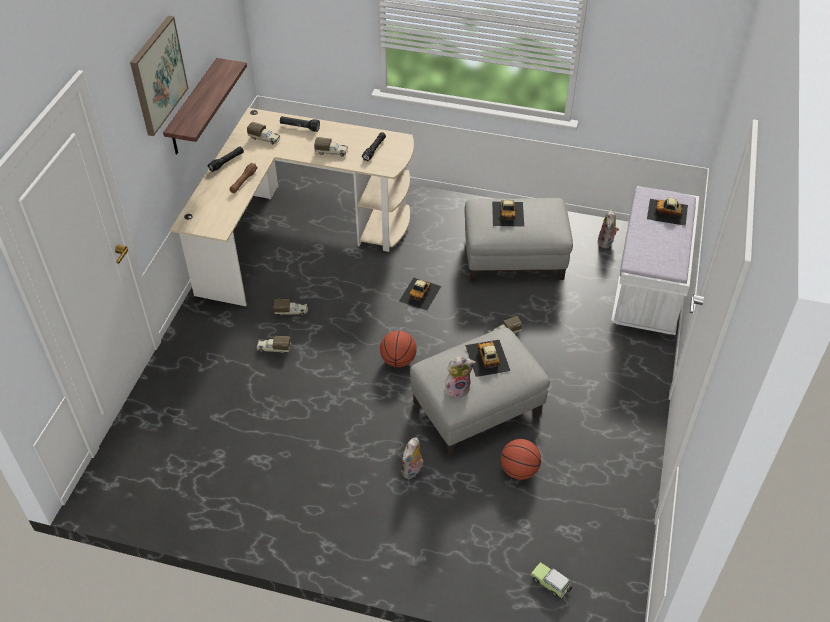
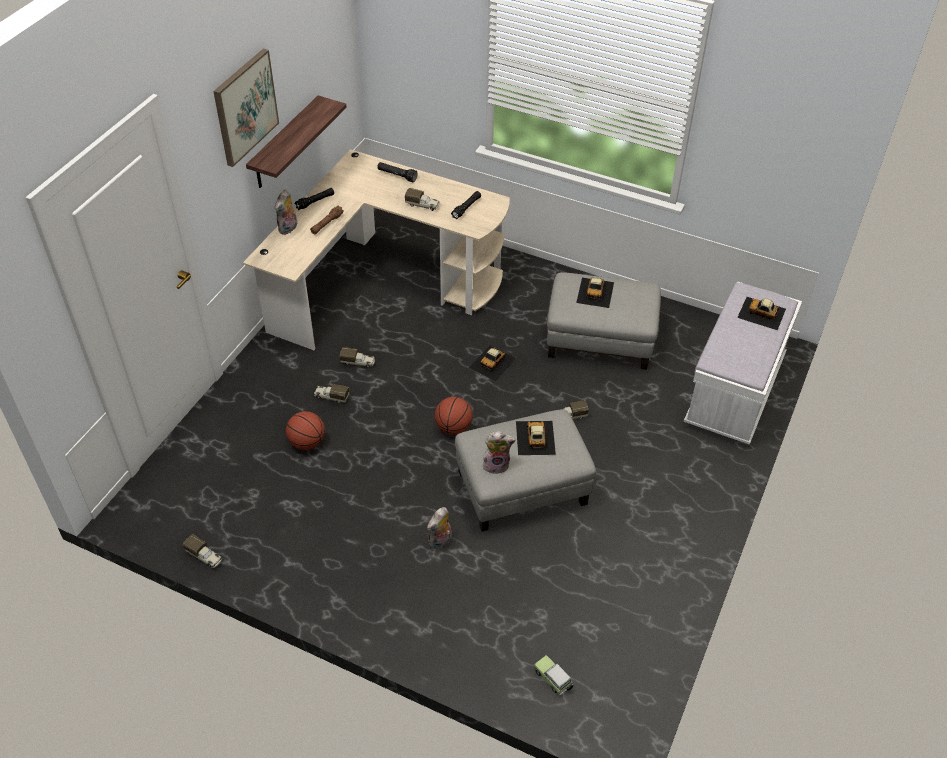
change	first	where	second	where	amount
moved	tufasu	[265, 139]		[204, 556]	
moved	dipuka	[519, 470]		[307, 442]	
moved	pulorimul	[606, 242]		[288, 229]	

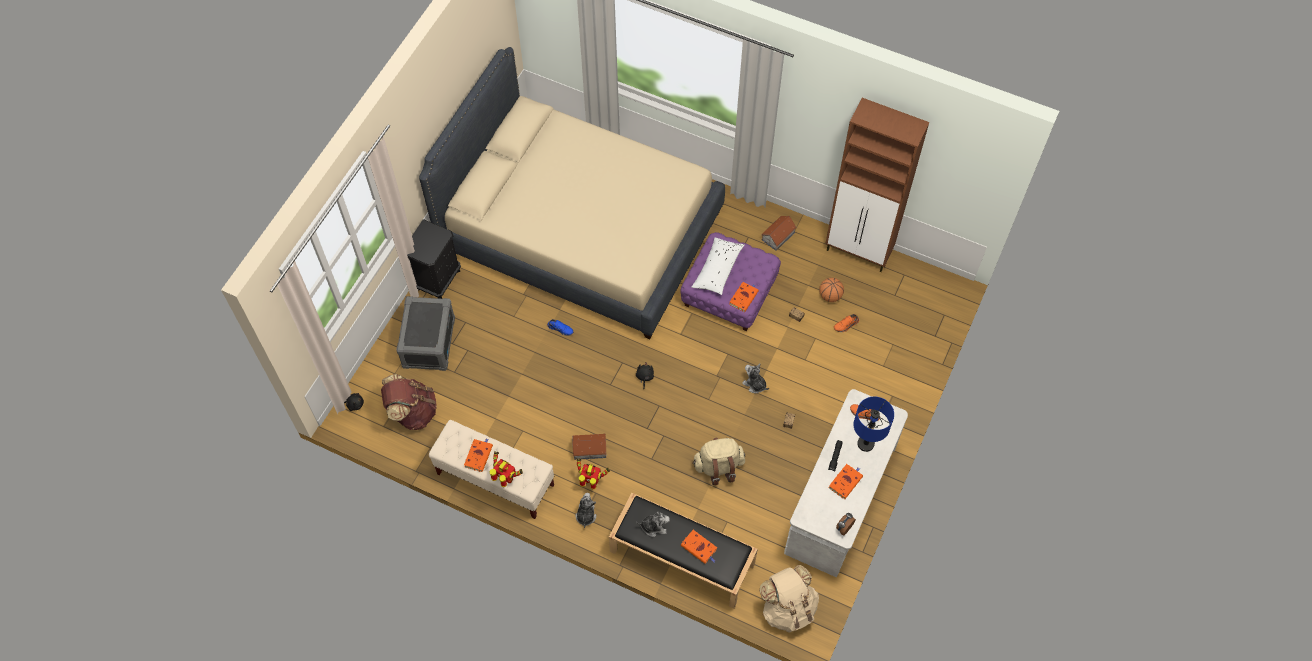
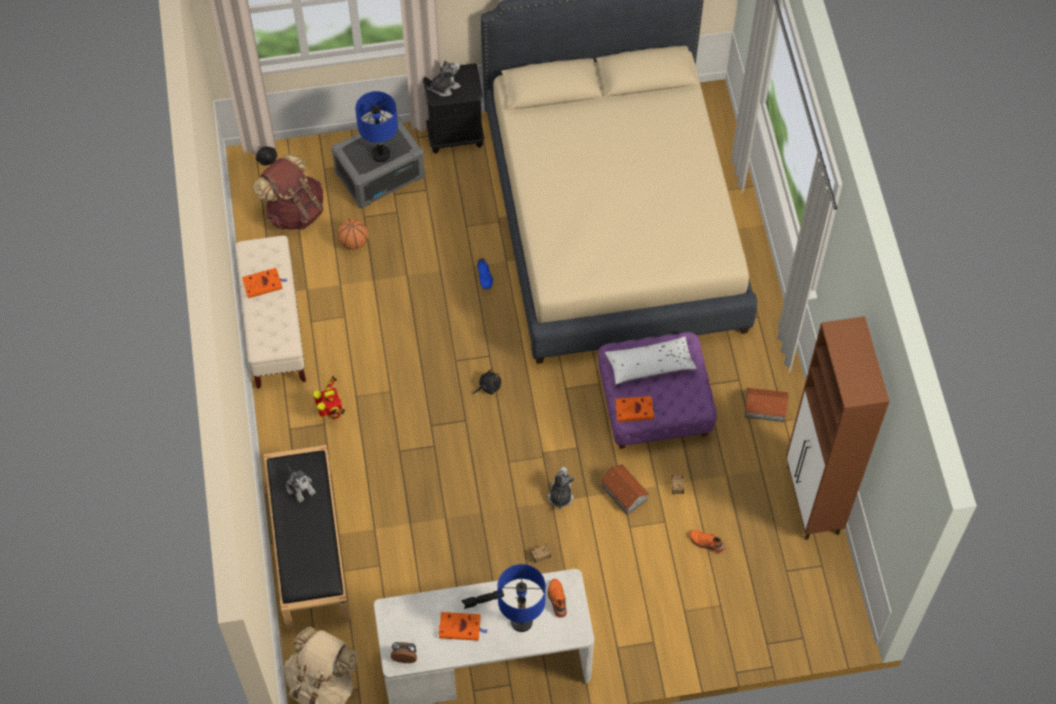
change	first	where	second	where	amount
removed	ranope	[506, 479]			
removed	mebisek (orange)	[699, 548]			
removed	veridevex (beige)	[718, 467]			
added			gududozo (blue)	[381, 154]	
moved	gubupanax	[590, 449]		[624, 493]	
moved	pulorimul	[585, 515]		[444, 86]	
moved	dipuka	[830, 296]		[354, 242]	

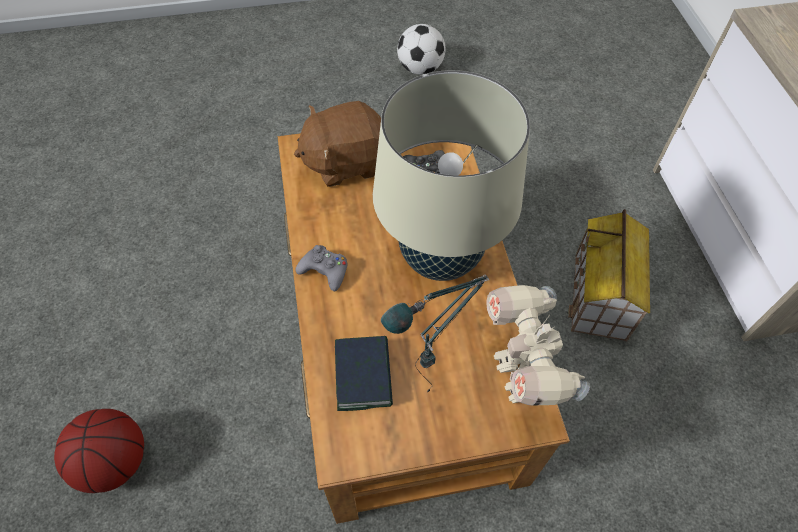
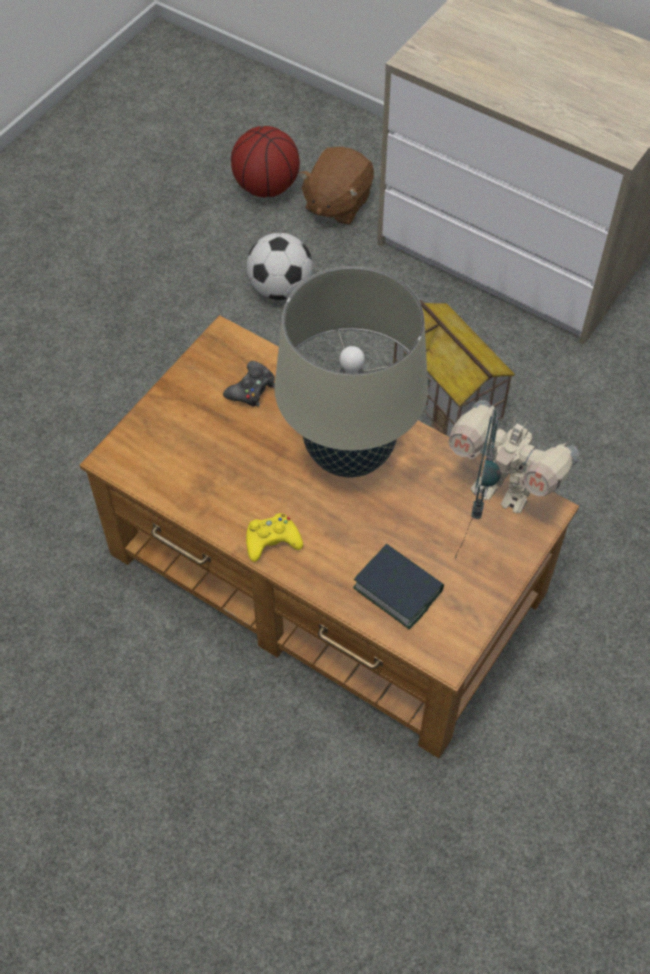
change	first	where	second	where	amount
moved	dipuka	[114, 462]		[266, 187]	
moved	pulorimul (brown)	[345, 162]		[337, 203]	
moved	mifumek	[420, 68]		[280, 288]	
recoloured	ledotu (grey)	[325, 271]	ledotu (yellow)	[272, 541]	

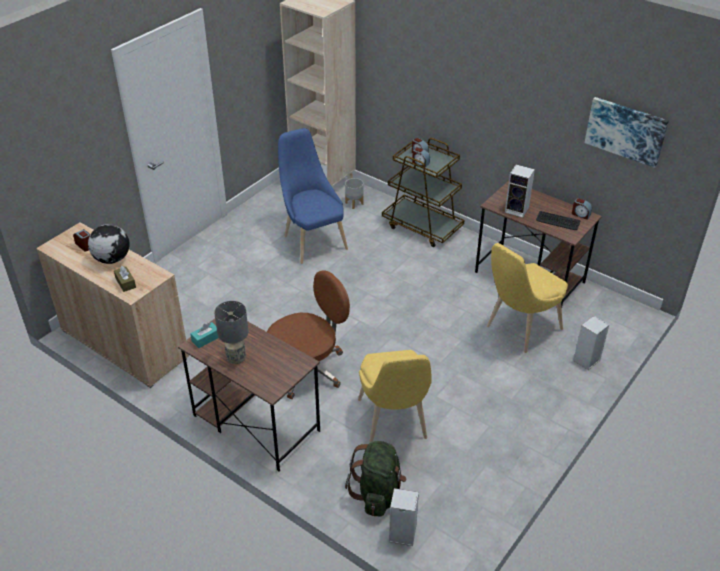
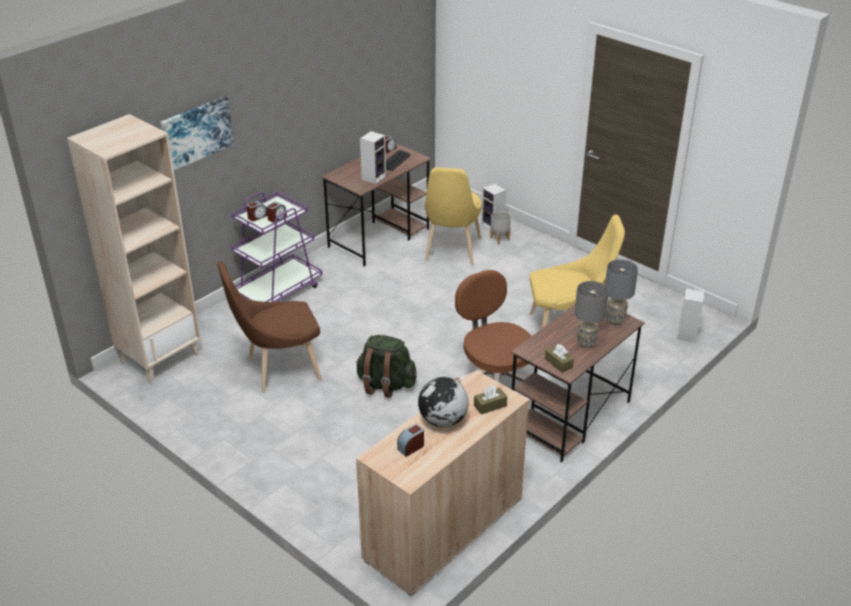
change	first	where	second	where	amount
added			gududozo (grey)	[615, 320]	
moved	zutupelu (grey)	[354, 203]		[499, 238]	
moved	veridevex (green)	[378, 493]		[385, 385]	
moved	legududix	[626, 131]		[196, 132]	
recoloured	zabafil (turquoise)	[206, 339]	zabafil (brown)	[558, 363]	
recoloured	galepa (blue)	[312, 240]	galepa (brown)	[278, 370]	
recoloured	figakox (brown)	[422, 227]	figakox (purple)	[278, 291]	
turned	galepa (yellow)	[519, 329]		[451, 252]	45 degrees clockwise

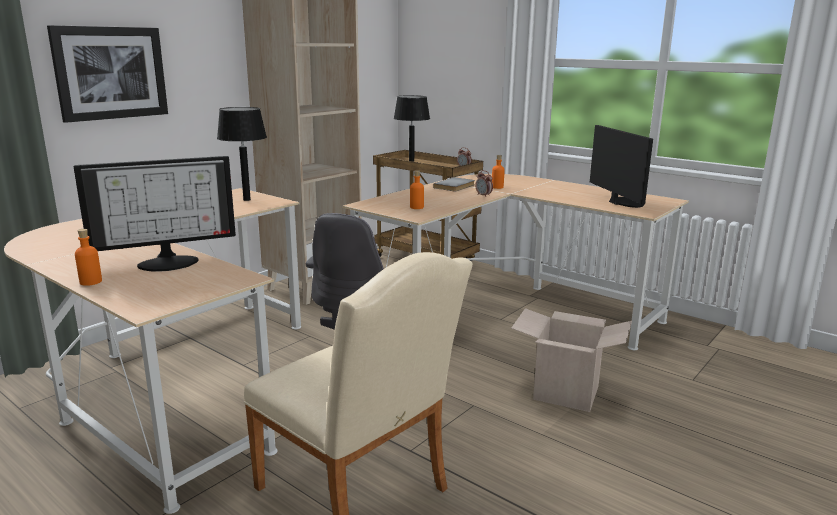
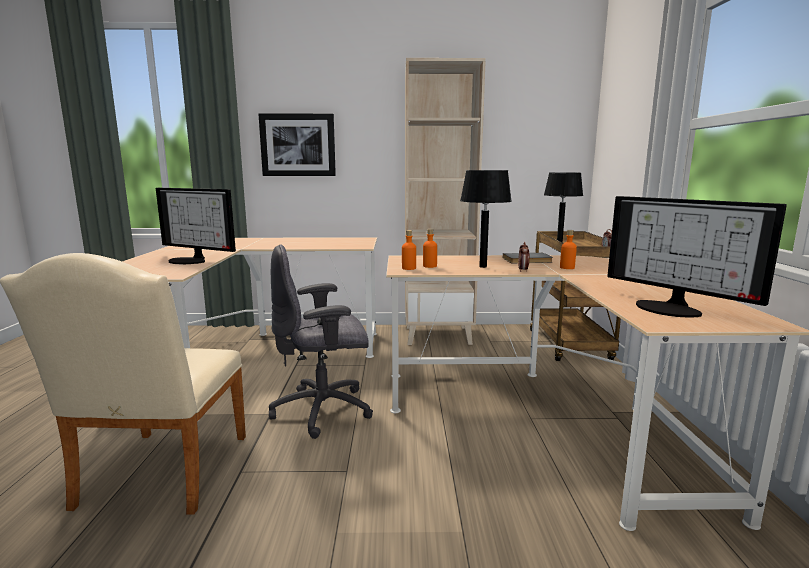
change	first	where	second	where	amount
removed	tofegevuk	[566, 393]			
moved	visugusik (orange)	[91, 282]		[409, 268]	
moved	gududozo (black)	[247, 200]		[482, 266]	
turned	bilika	[622, 202]		[671, 308]	105 degrees clockwise

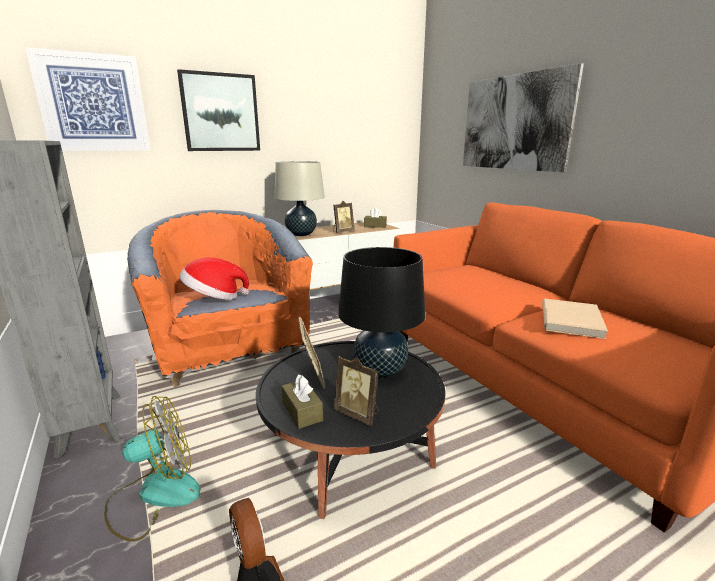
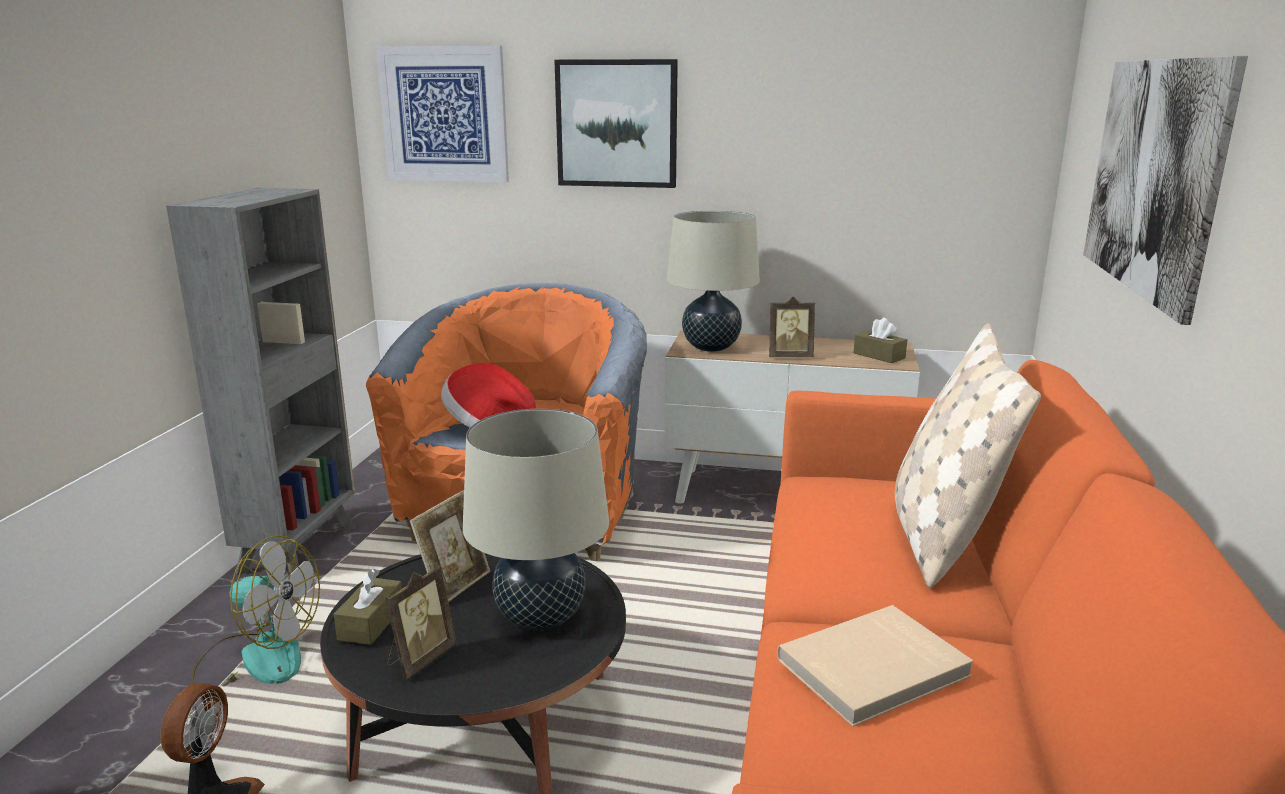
change	first	where	second	where	amount
added			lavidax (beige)	[941, 535]	
recoloured	gududozo (black)	[380, 371]	gududozo (beige)	[540, 617]	
turned	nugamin	[358, 414]		[420, 658]	135 degrees counterclockwise

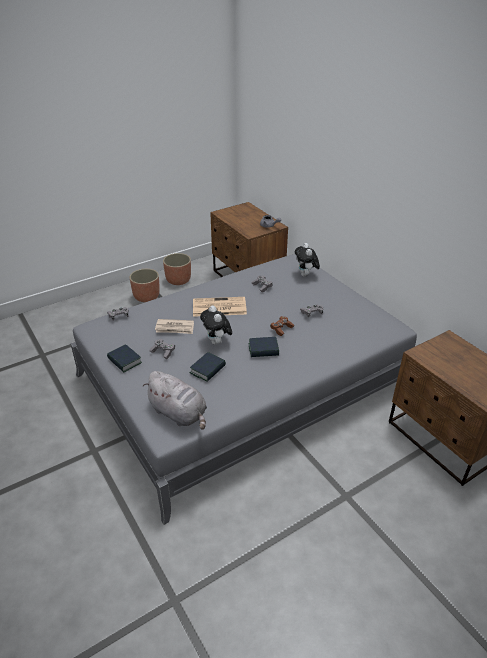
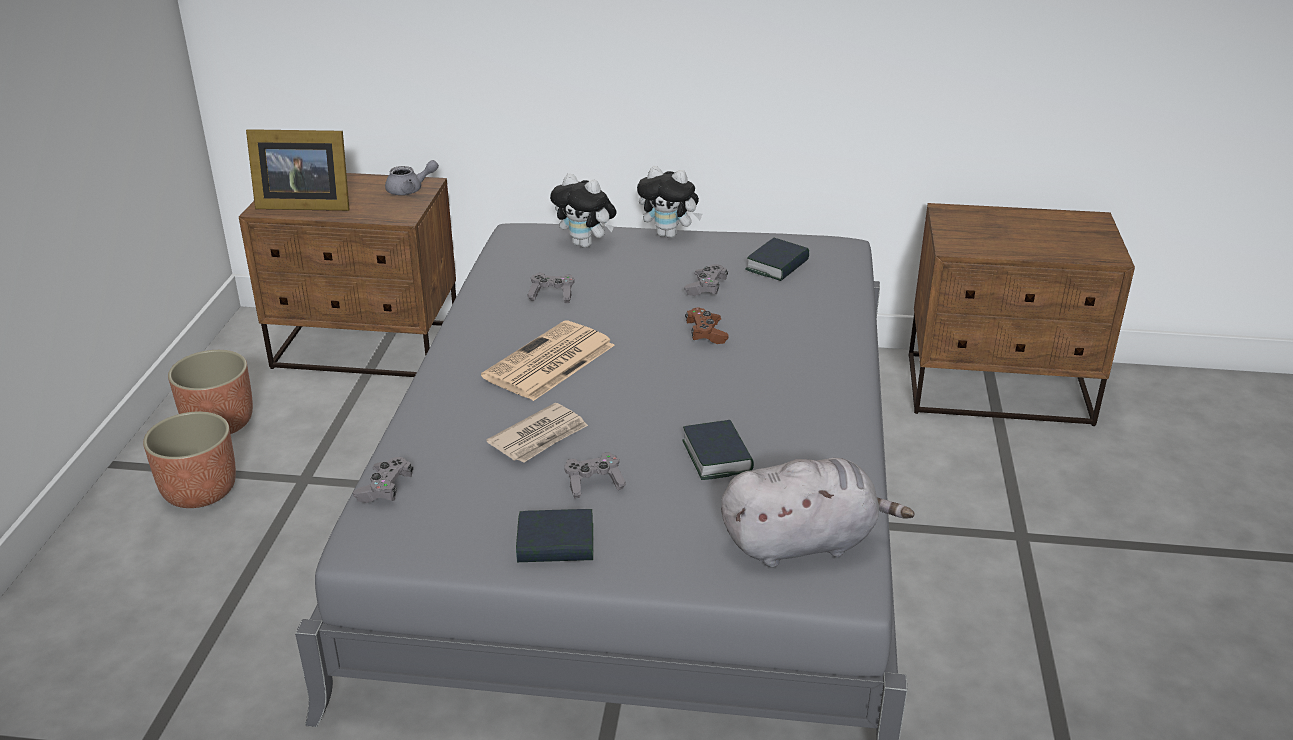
change	first	where	second	where	amount
added			nugamin	[302, 204]	
moved	pulorimul	[217, 342]		[669, 234]	
moved	mebisek	[263, 350]		[777, 265]	

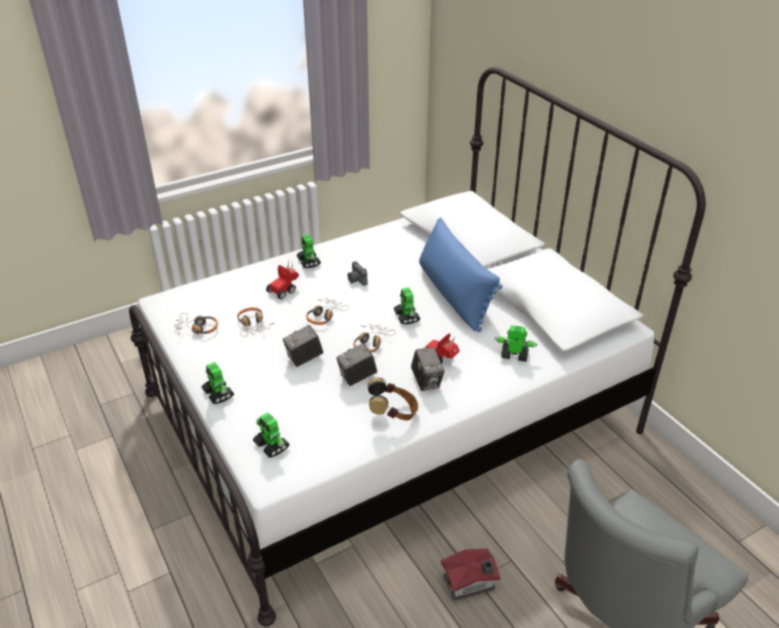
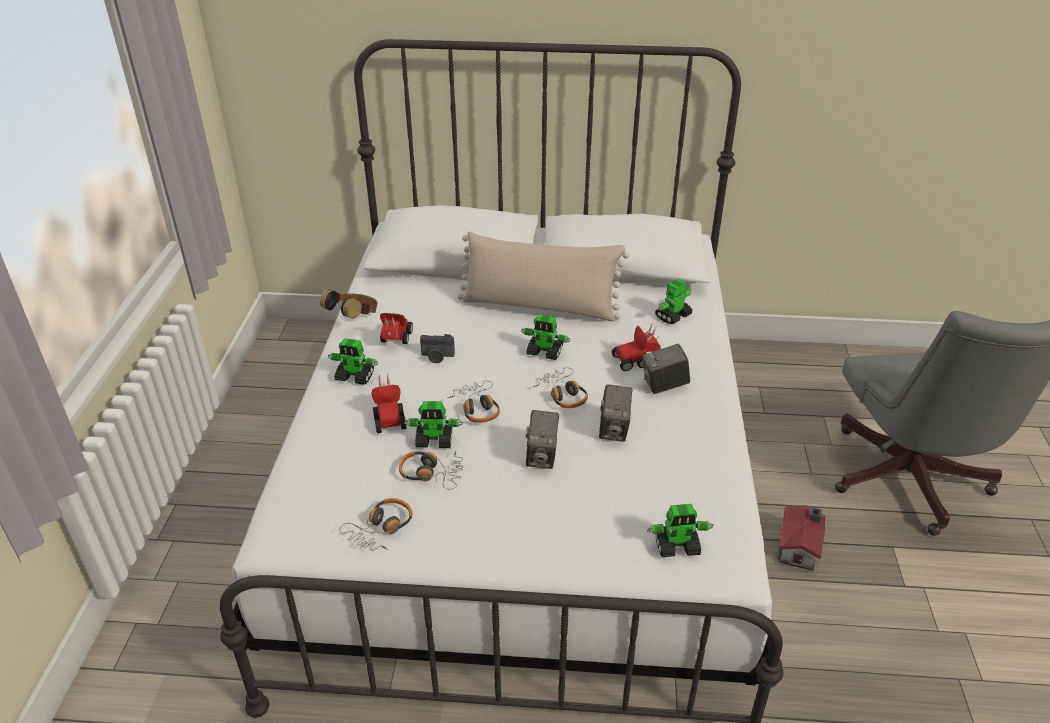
change	first	where	second	where	amount
added			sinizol	[395, 340]	
moved	ranope	[218, 394]		[435, 440]	
moved	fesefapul	[393, 413]		[354, 319]	
recoloured	lavidax (blue)	[453, 294]	lavidax (beige)	[540, 306]	
turned	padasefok	[426, 381]		[664, 385]	150 degrees clockwise

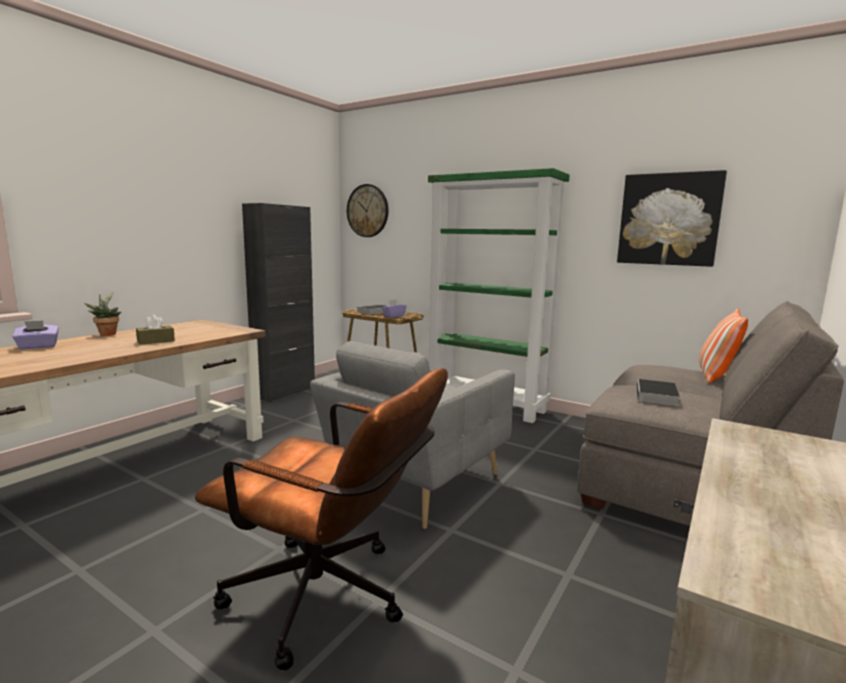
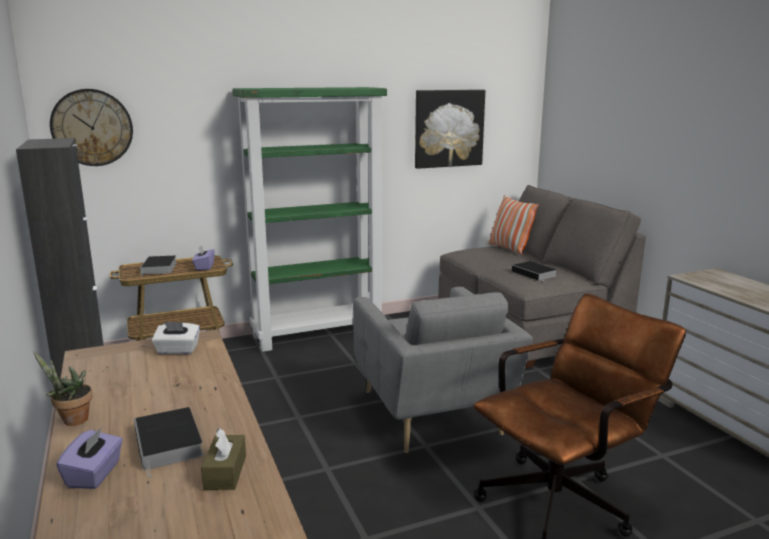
change	first	where	second	where	amount
added			mebisek	[169, 444]	
added			zabafil (white)	[177, 350]	
moved	zabafil (brown)	[156, 341]		[225, 472]	

